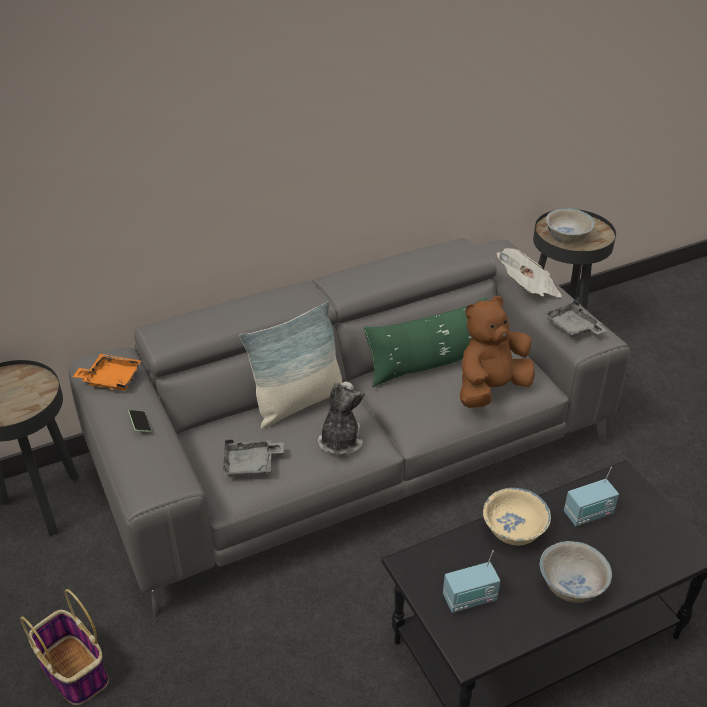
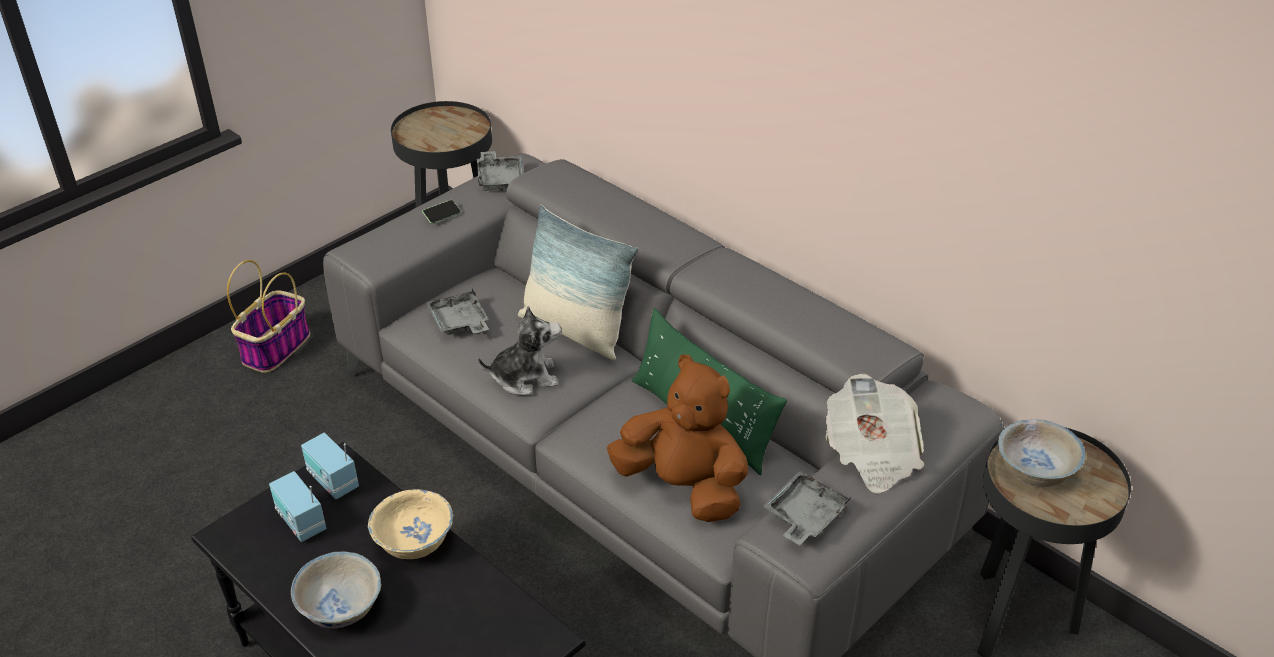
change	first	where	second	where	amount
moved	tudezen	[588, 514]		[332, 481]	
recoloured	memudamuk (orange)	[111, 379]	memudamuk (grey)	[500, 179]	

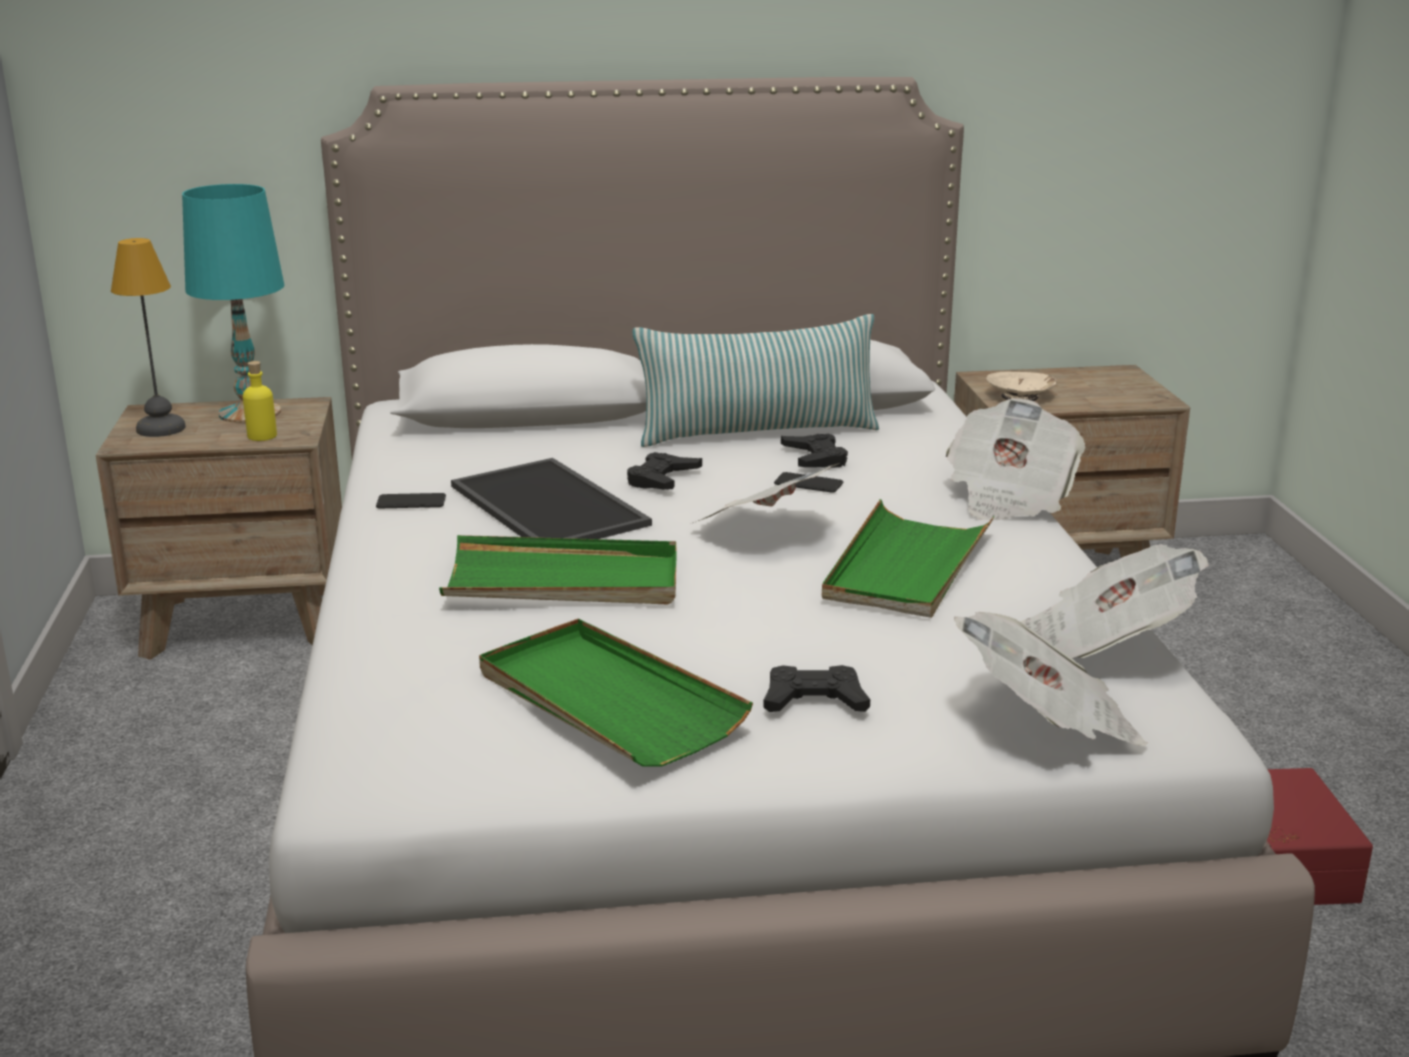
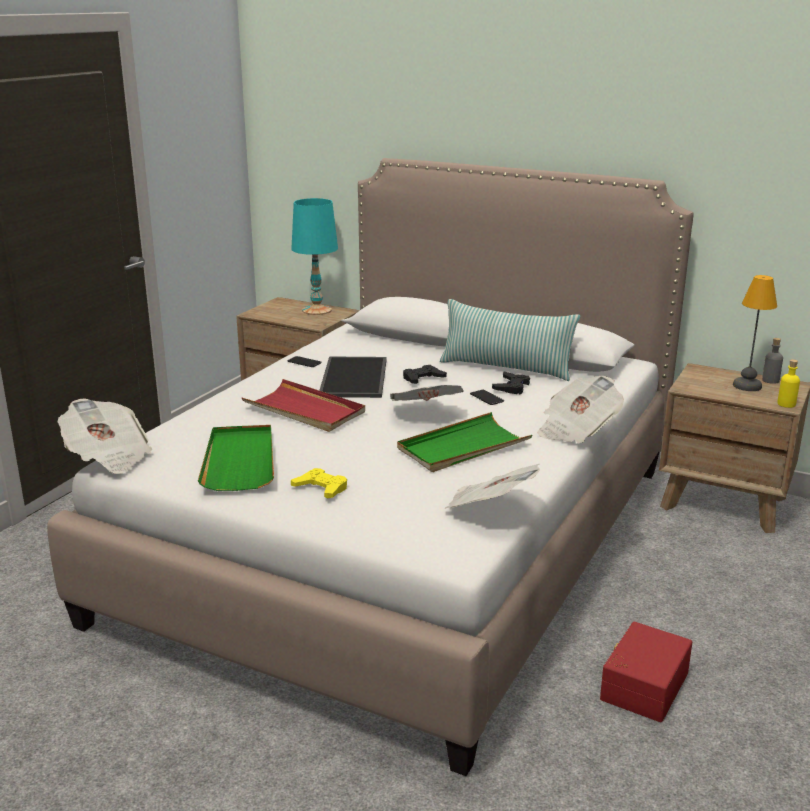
change	first	where	second	where	amount
removed	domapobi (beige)	[1020, 396]			
added			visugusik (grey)	[770, 380]	
moved	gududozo	[161, 429]		[747, 386]	
moved	visugusik (yellow)	[262, 436]		[786, 404]	
moved	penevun	[1047, 724]		[108, 457]	
recoloured	memudamuk (green)	[563, 581]	memudamuk (red)	[305, 410]	
recoloured	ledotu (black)	[814, 700]	ledotu (yellow)	[321, 488]	

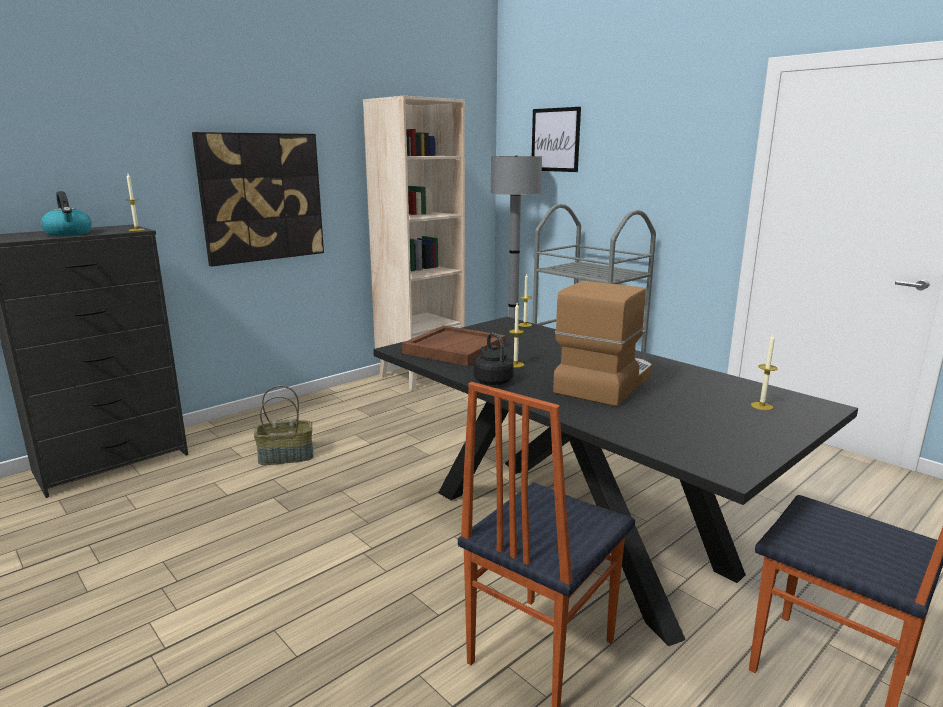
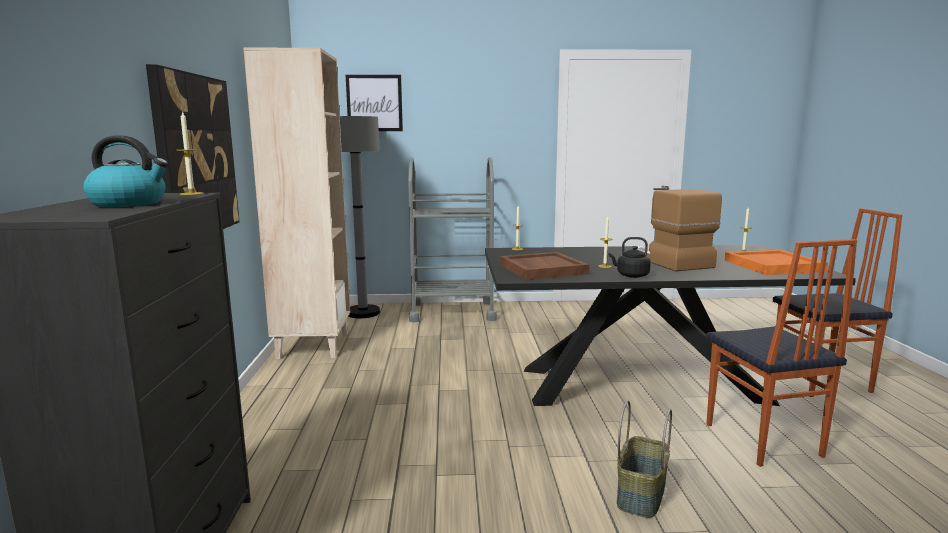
change	first	where	second	where	amount
added			memudamuk (orange)	[772, 266]	
moved	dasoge	[286, 456]		[640, 494]	

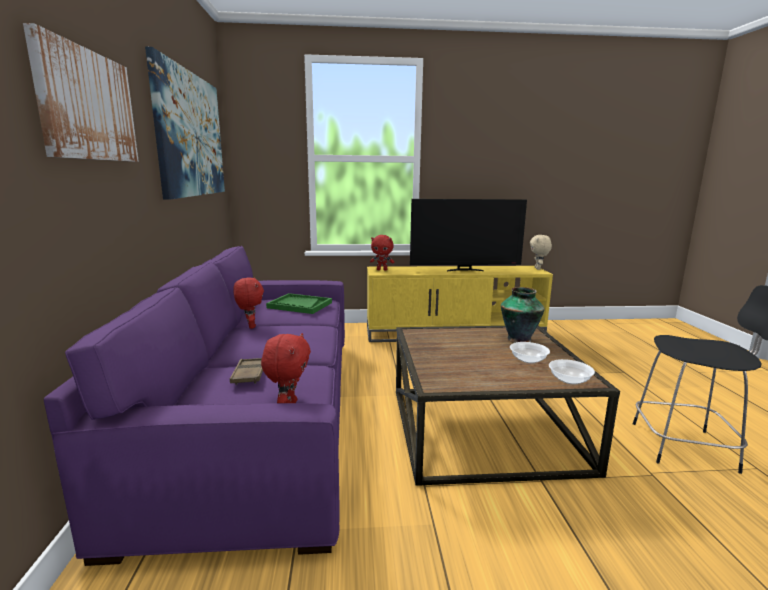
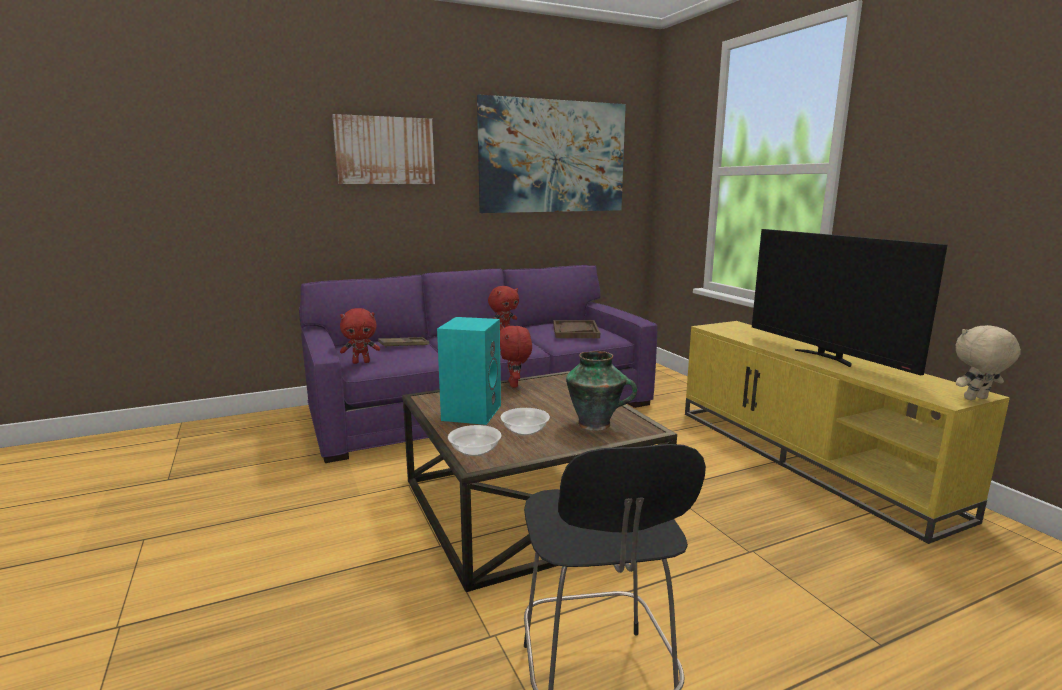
change	first	where	second	where	amount
added			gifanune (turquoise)	[471, 412]	
moved	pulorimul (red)	[382, 269]		[514, 385]	
recoloured	memudamuk (green)	[299, 305]	memudamuk (brown)	[575, 331]	

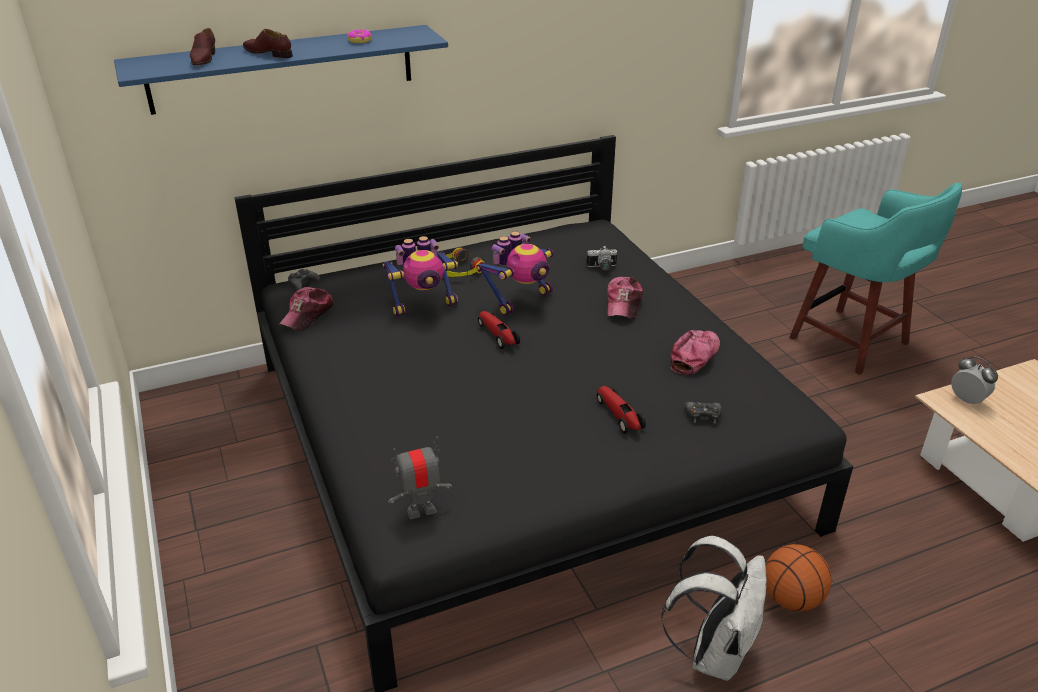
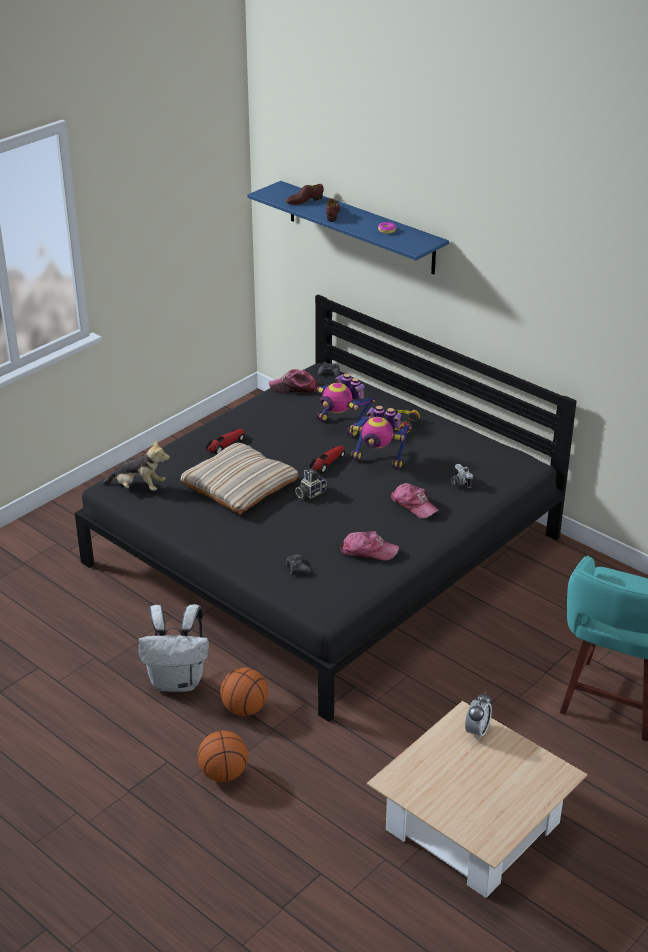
change	first	where	second	where	amount
added			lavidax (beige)	[239, 484]	
added			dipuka	[224, 773]	
added			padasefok	[309, 493]	
moved	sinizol	[619, 415]		[225, 445]	
replaced	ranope	[421, 510]	pulorimul	[138, 487]	
turned	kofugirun	[623, 304]		[414, 505]	120 degrees counterclockwise

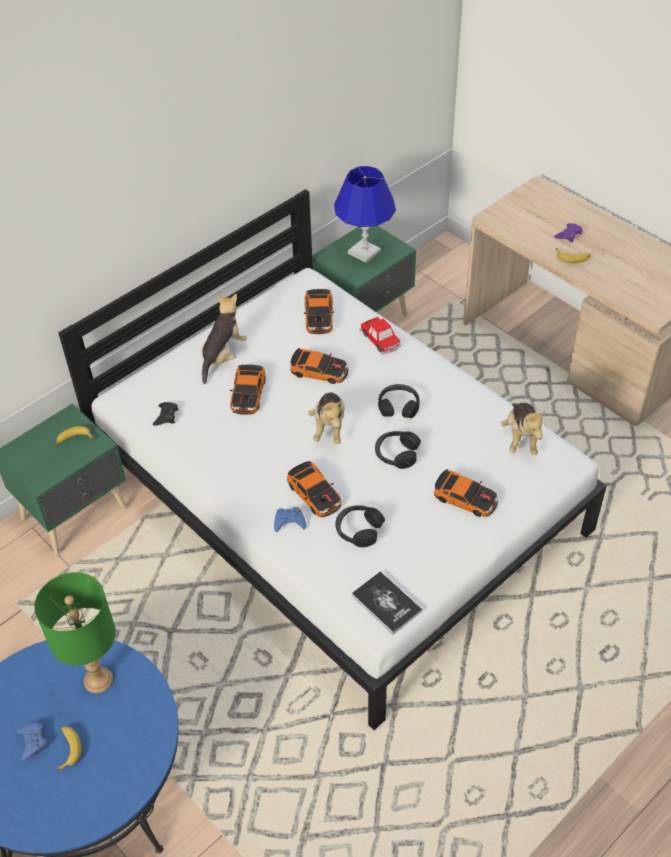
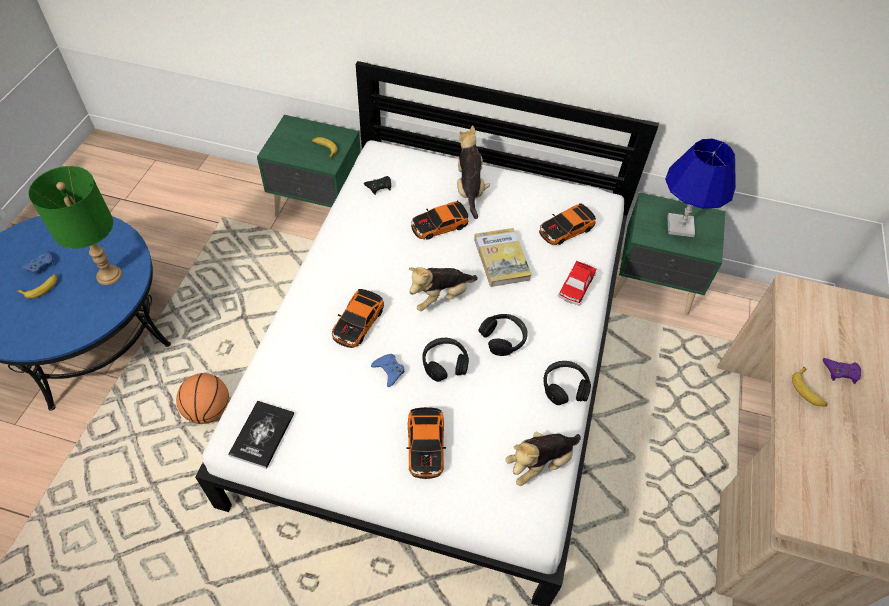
change	first	where	second	where	amount
added			dipuka	[208, 410]	
moved	ledotu (blue)	[289, 521]		[389, 371]	
moved	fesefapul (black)	[358, 530]		[564, 387]	
replaced	sinizol	[319, 370]	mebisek	[501, 259]	
turned	pulorimul	[223, 356]		[469, 190]	90 degrees counterclockwise

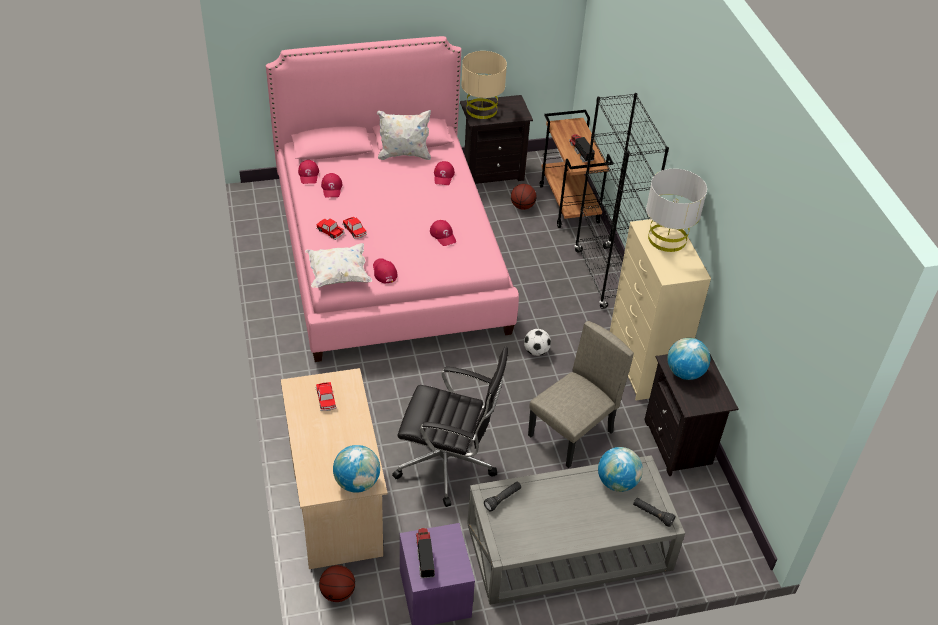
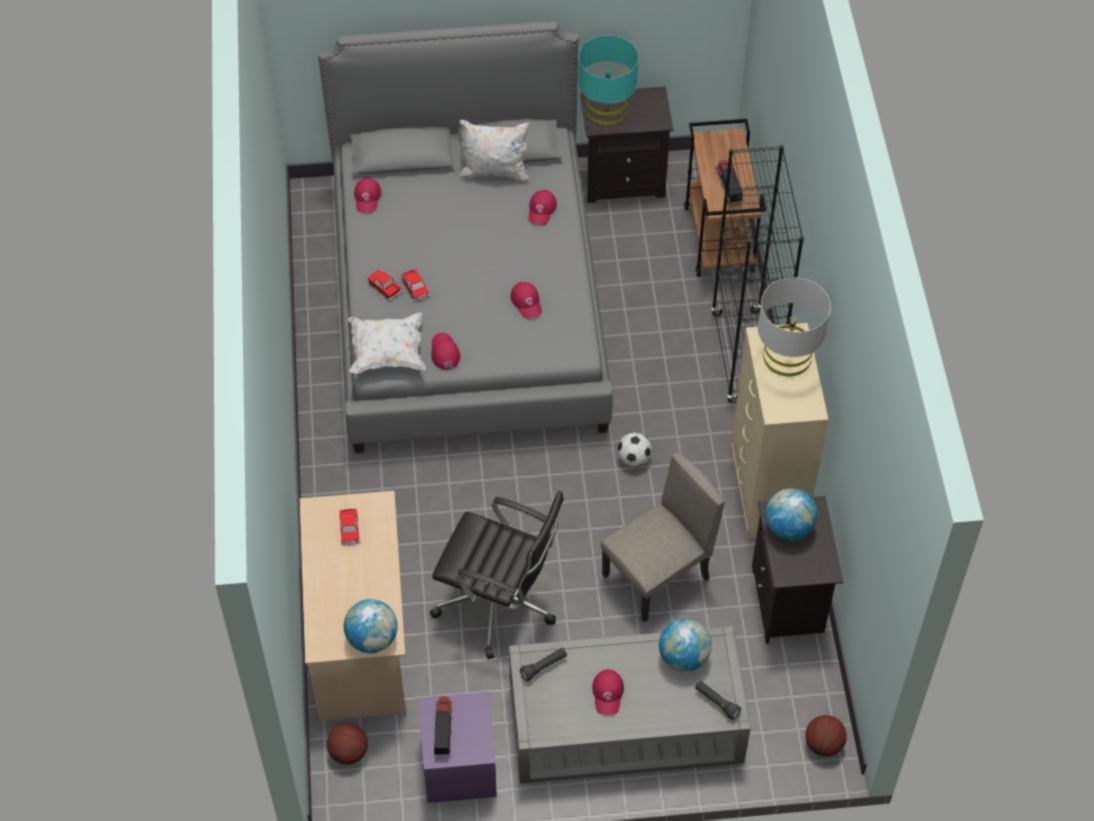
change	first	where	second	where	amount
moved	kofugirun (red)	[332, 188]		[608, 693]	
moved	dipuka	[522, 206]		[823, 744]	
recoloured	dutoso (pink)	[388, 254]	dutoso (grey)	[467, 302]	
recoloured	gududozo (beige)	[481, 110]	gududozo (turquoise)	[606, 109]	

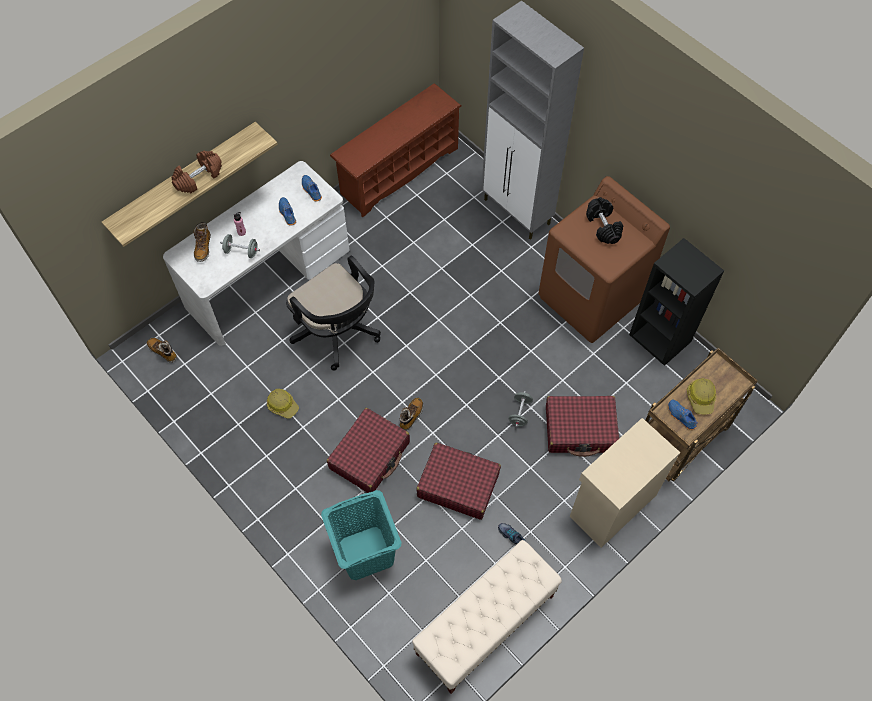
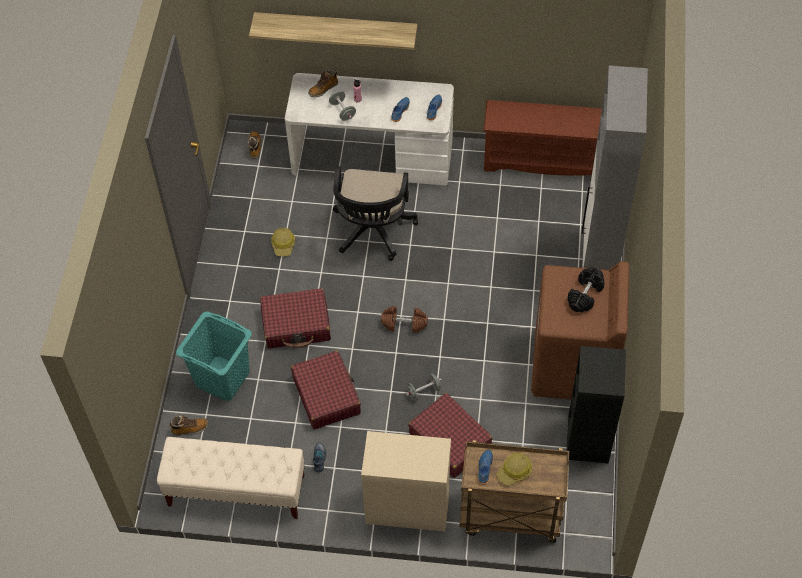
change	first	where	second	where	amount
moved	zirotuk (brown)	[198, 178]		[404, 324]	
moved	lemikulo	[411, 416]		[190, 429]	

